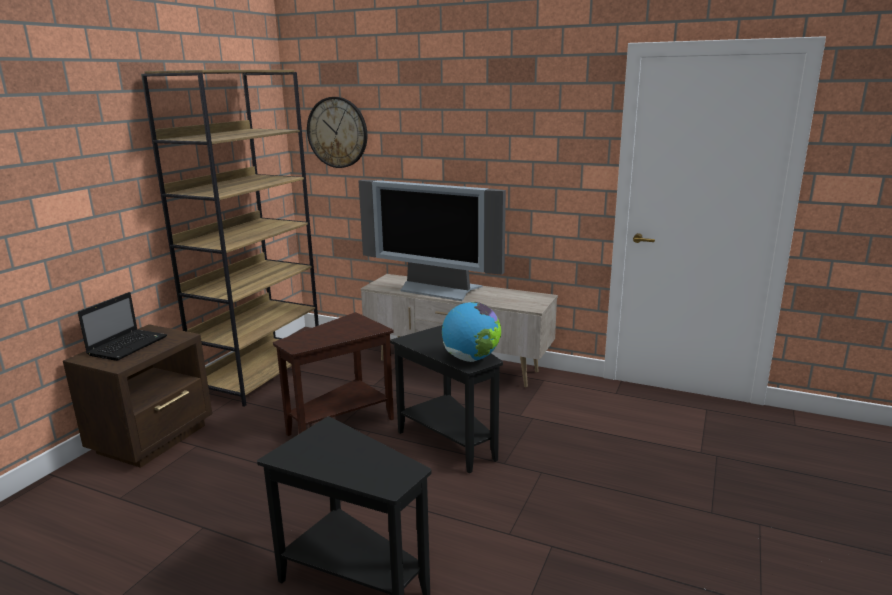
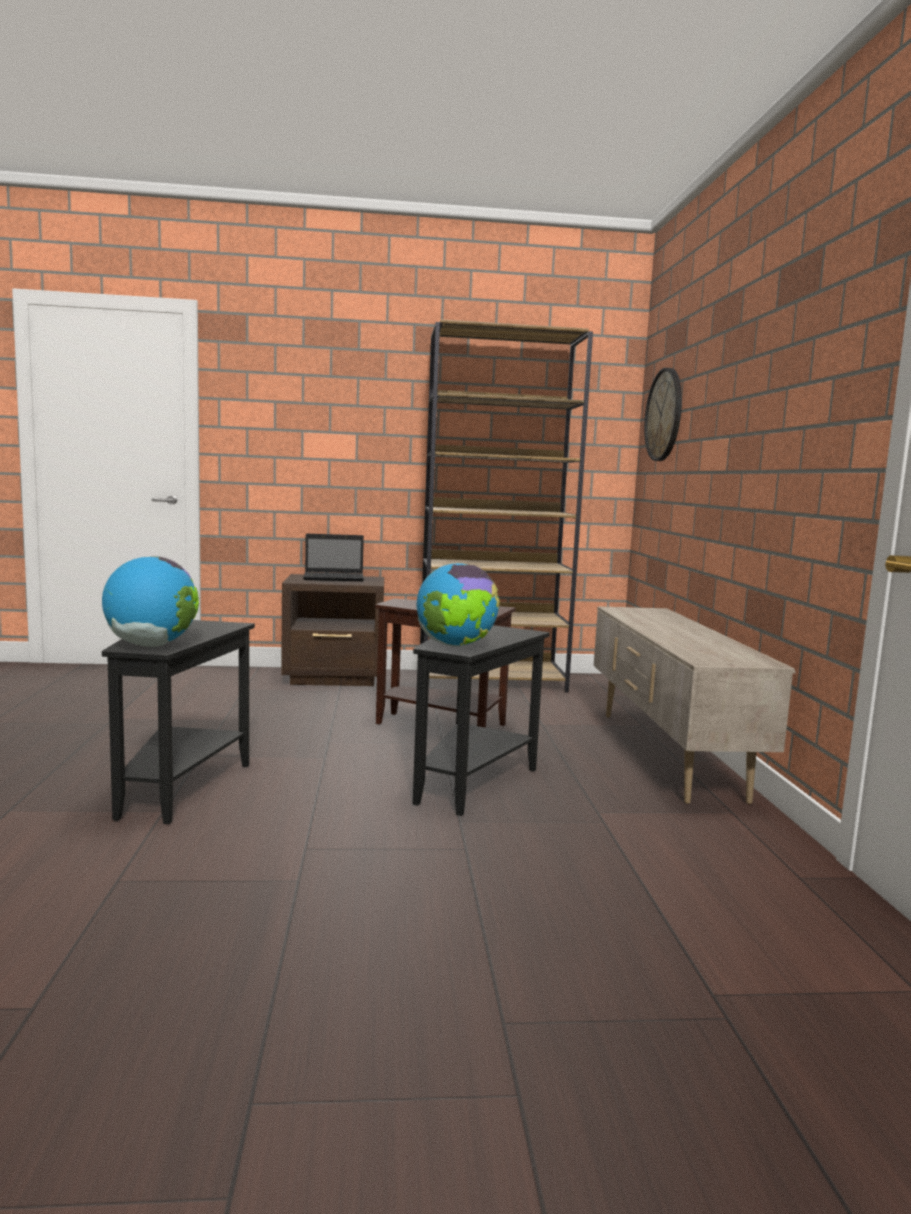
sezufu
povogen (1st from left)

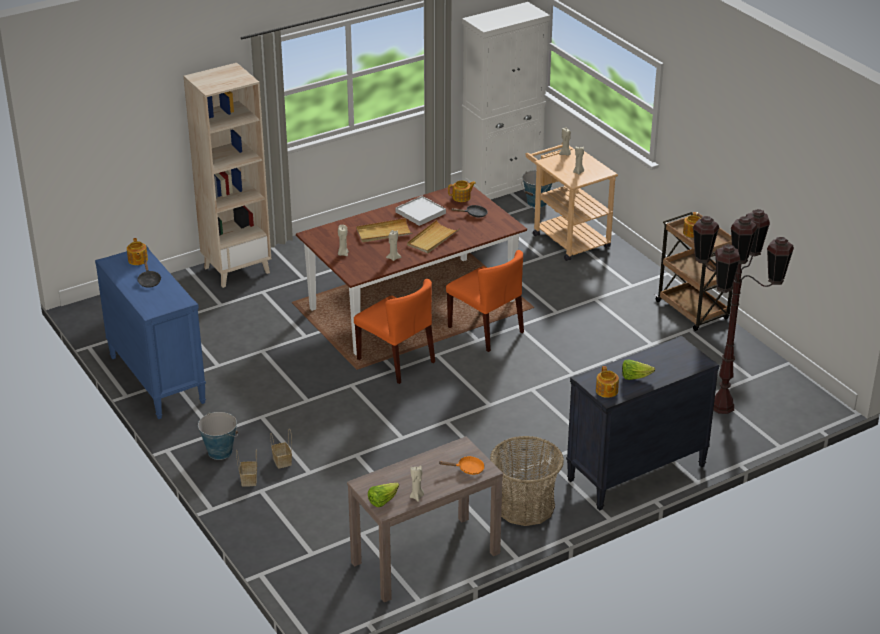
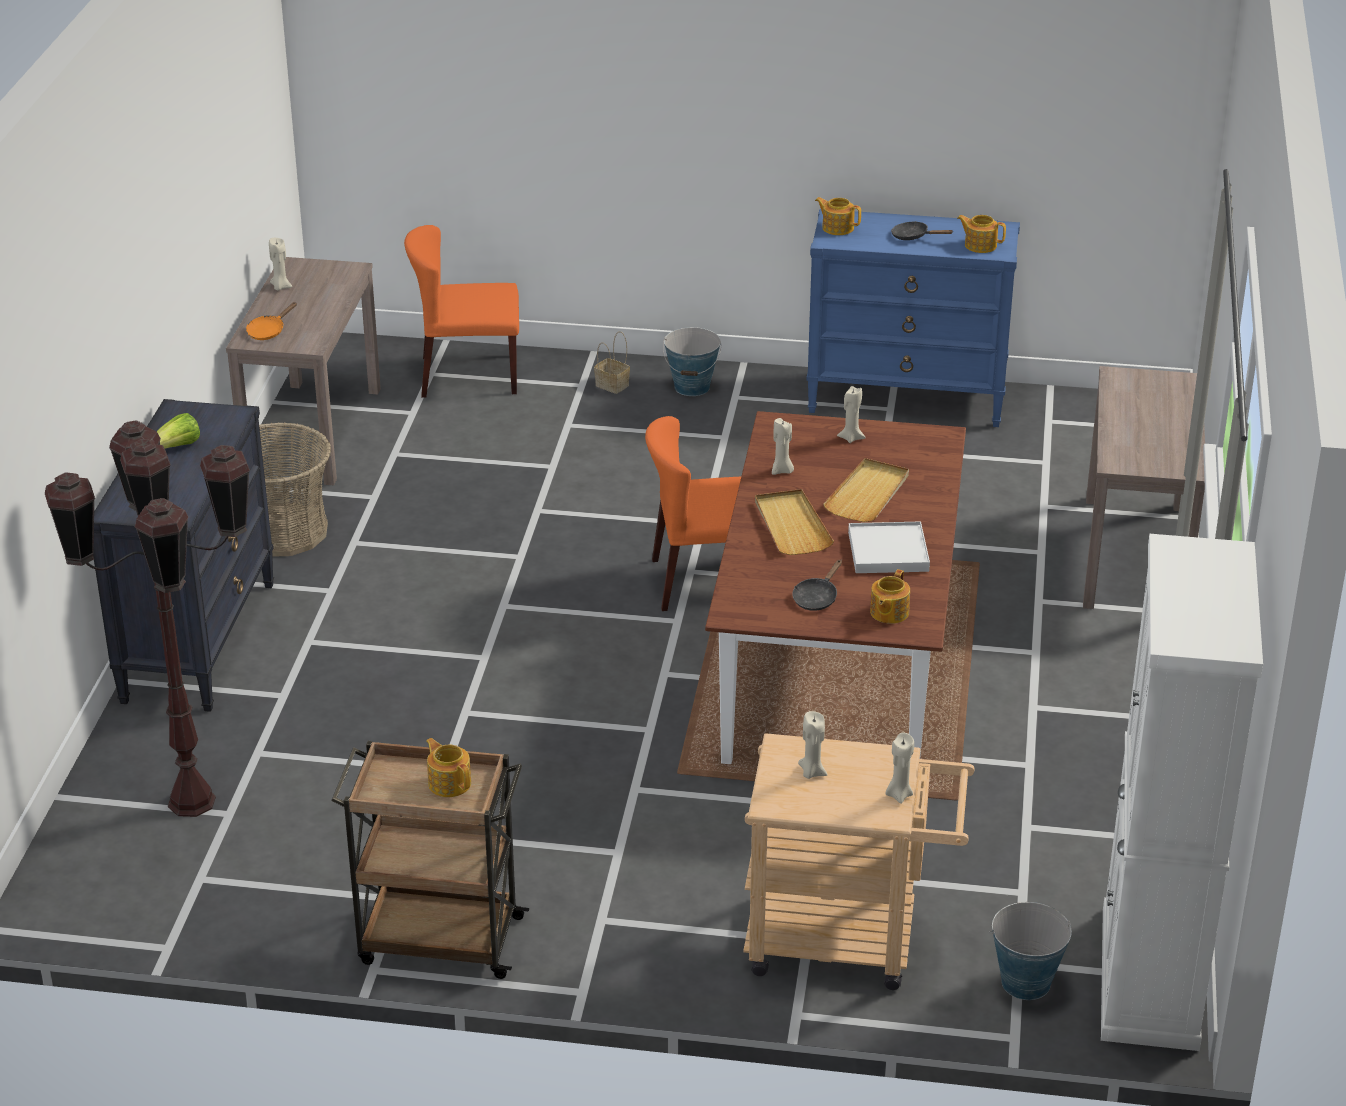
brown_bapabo (2nd from left)
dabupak (2nd from left in the first image)
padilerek (1st from left in the first image)
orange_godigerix (1st from left)
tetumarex (2nd from left)

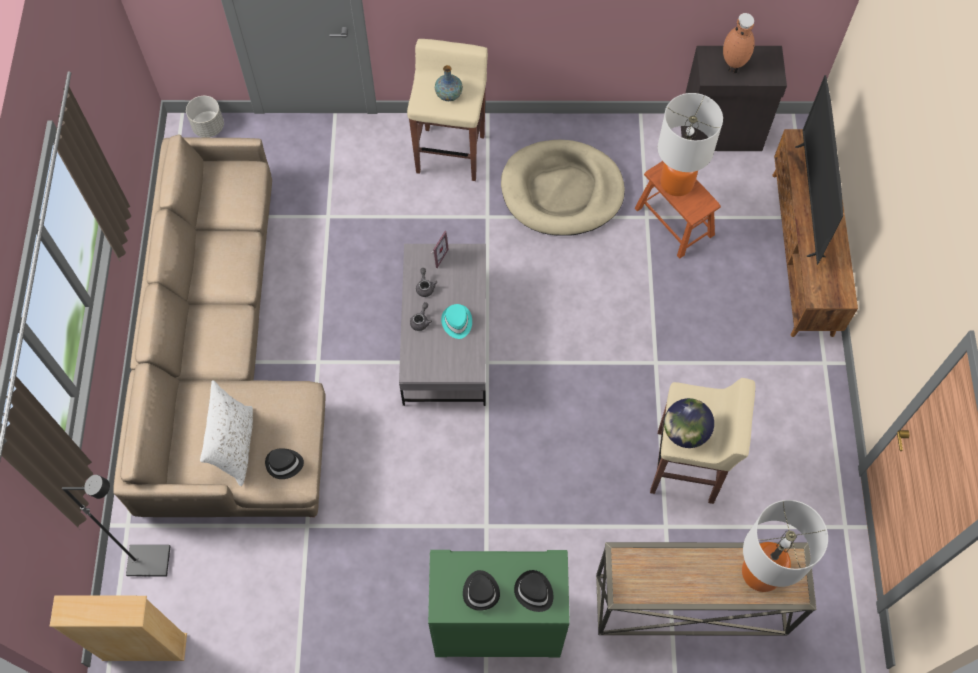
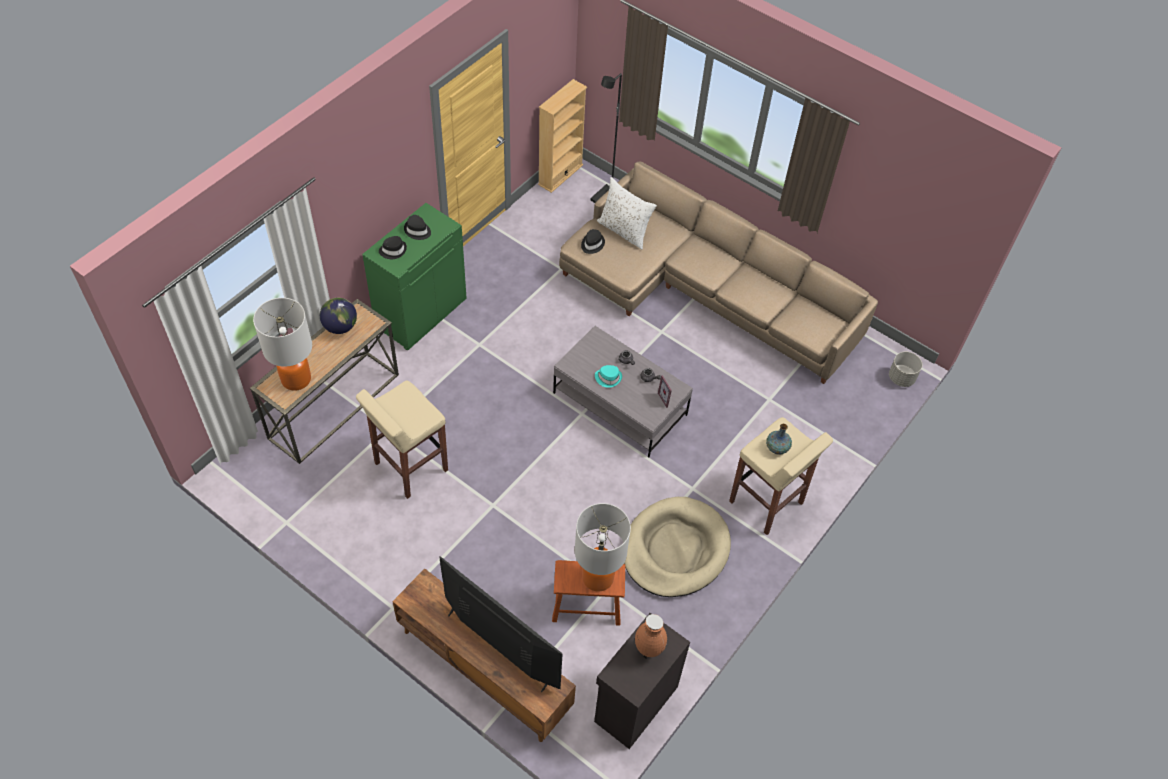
povogen

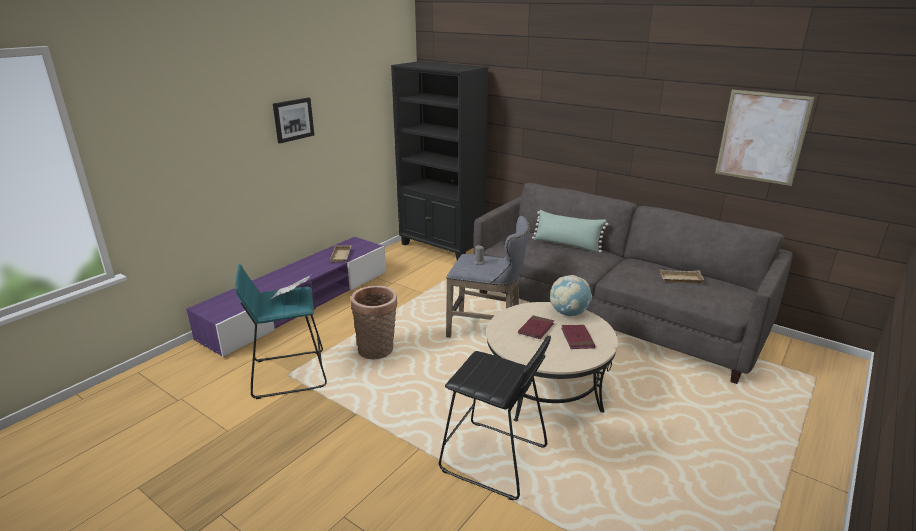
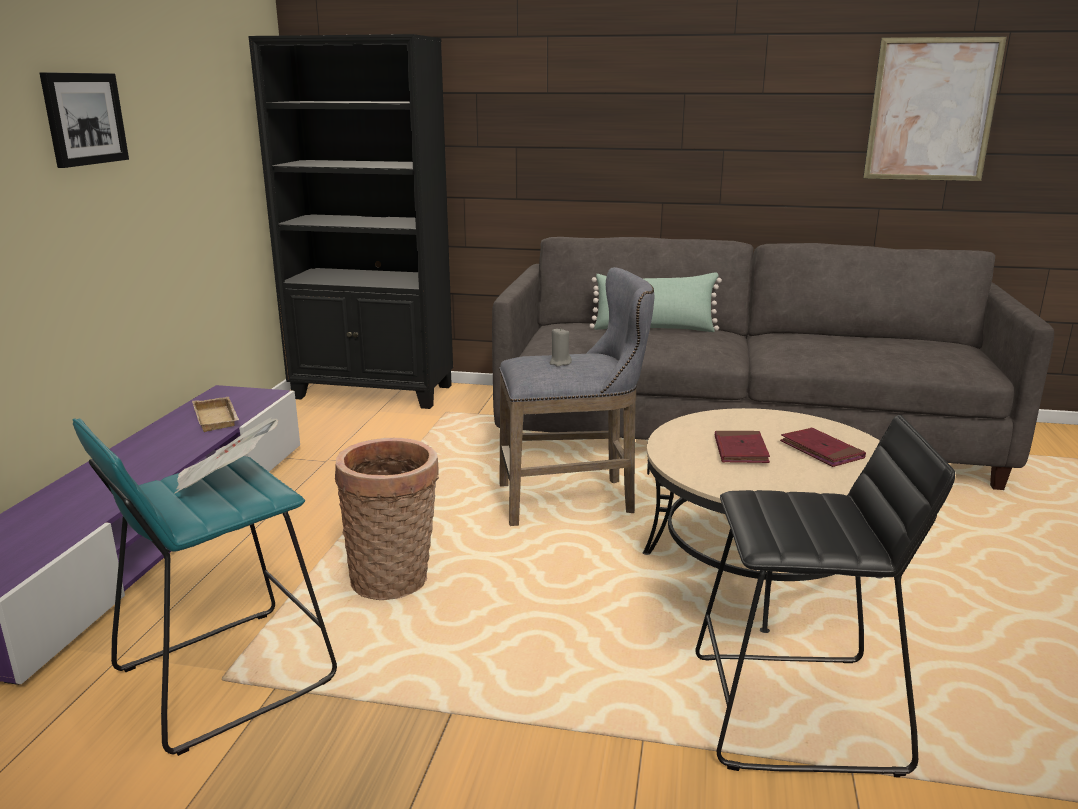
povogen
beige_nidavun (2nd from left in the first image)

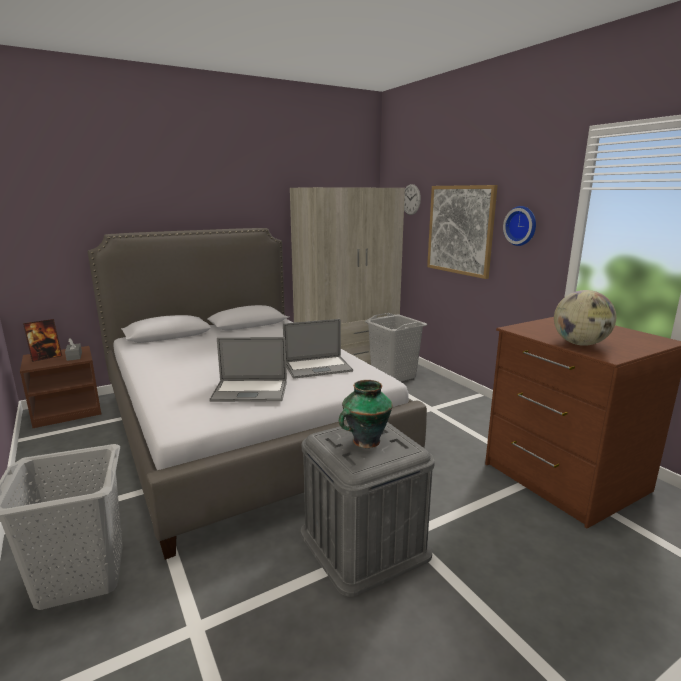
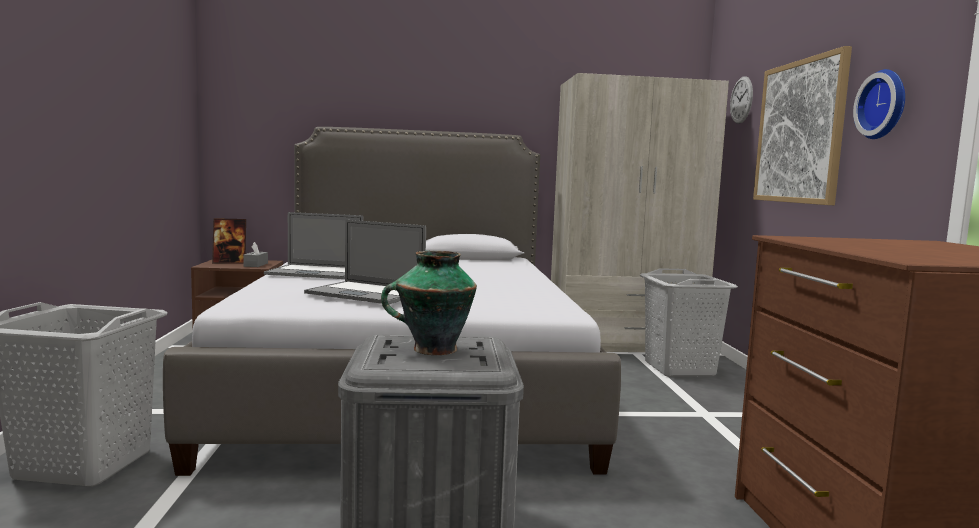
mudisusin (1st from left)
povogen

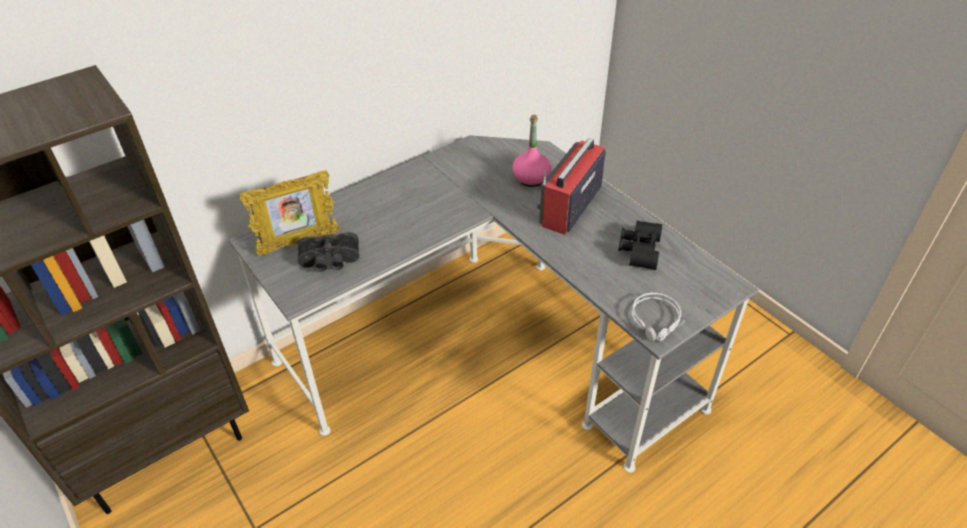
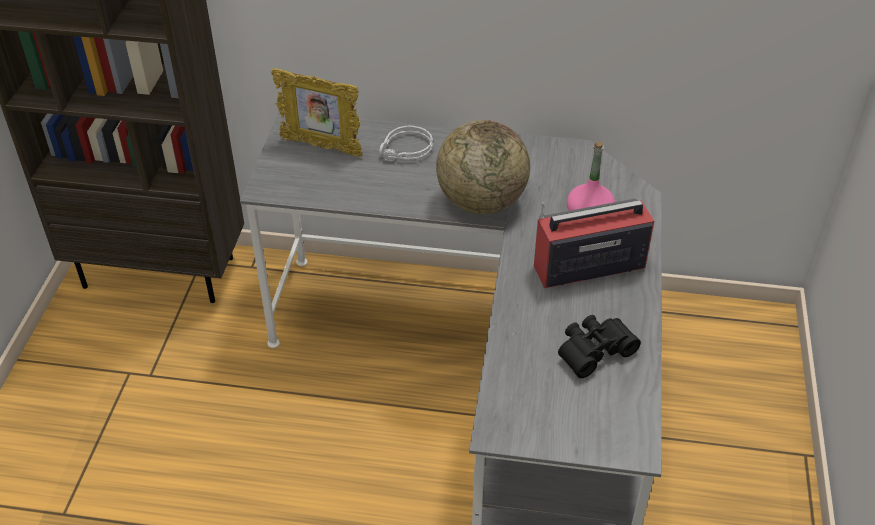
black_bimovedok (1st from left in the first image)
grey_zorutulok
povogen

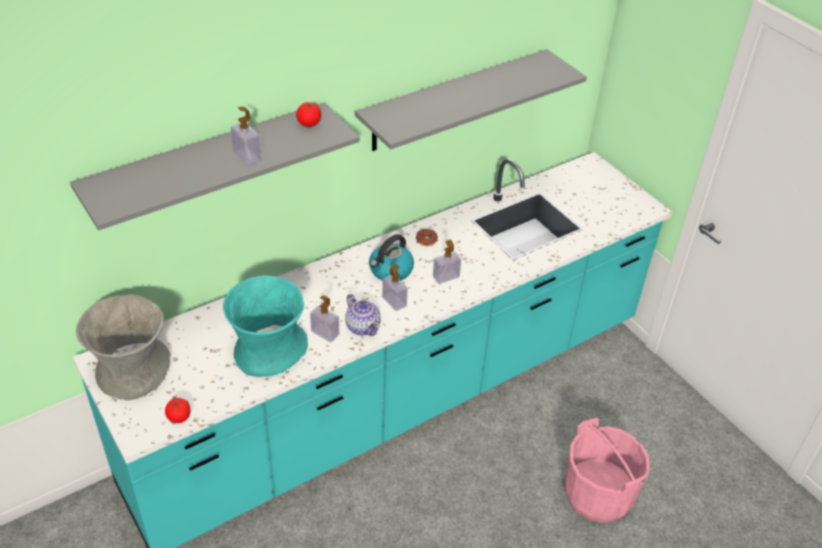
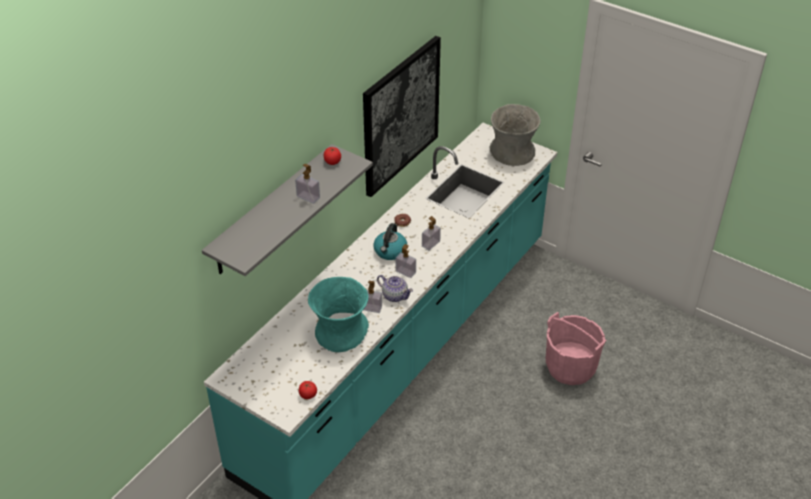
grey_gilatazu
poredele

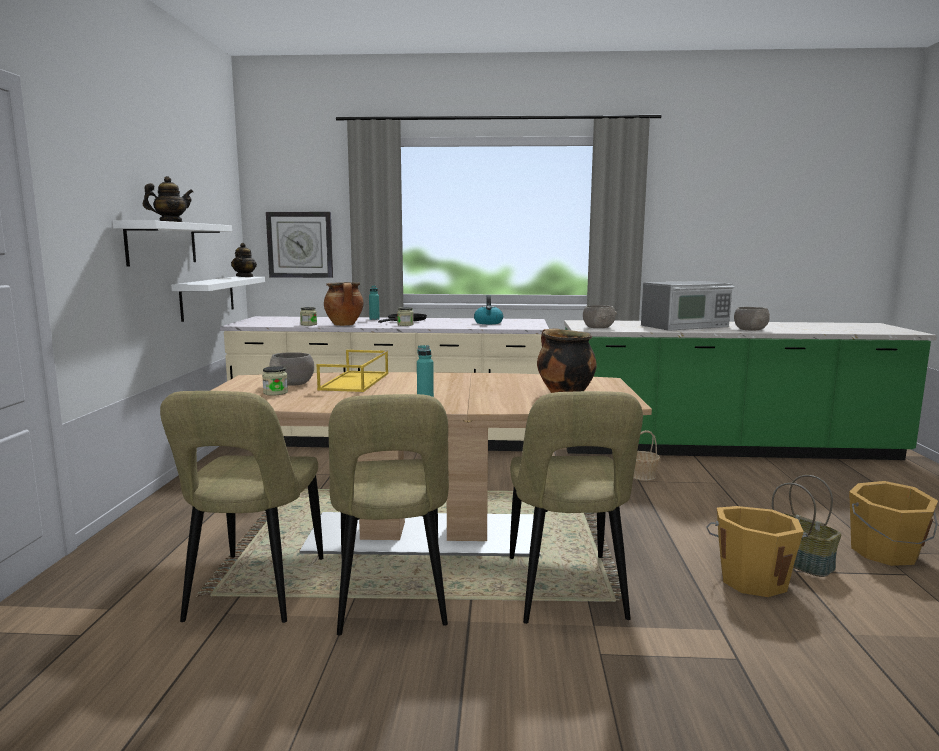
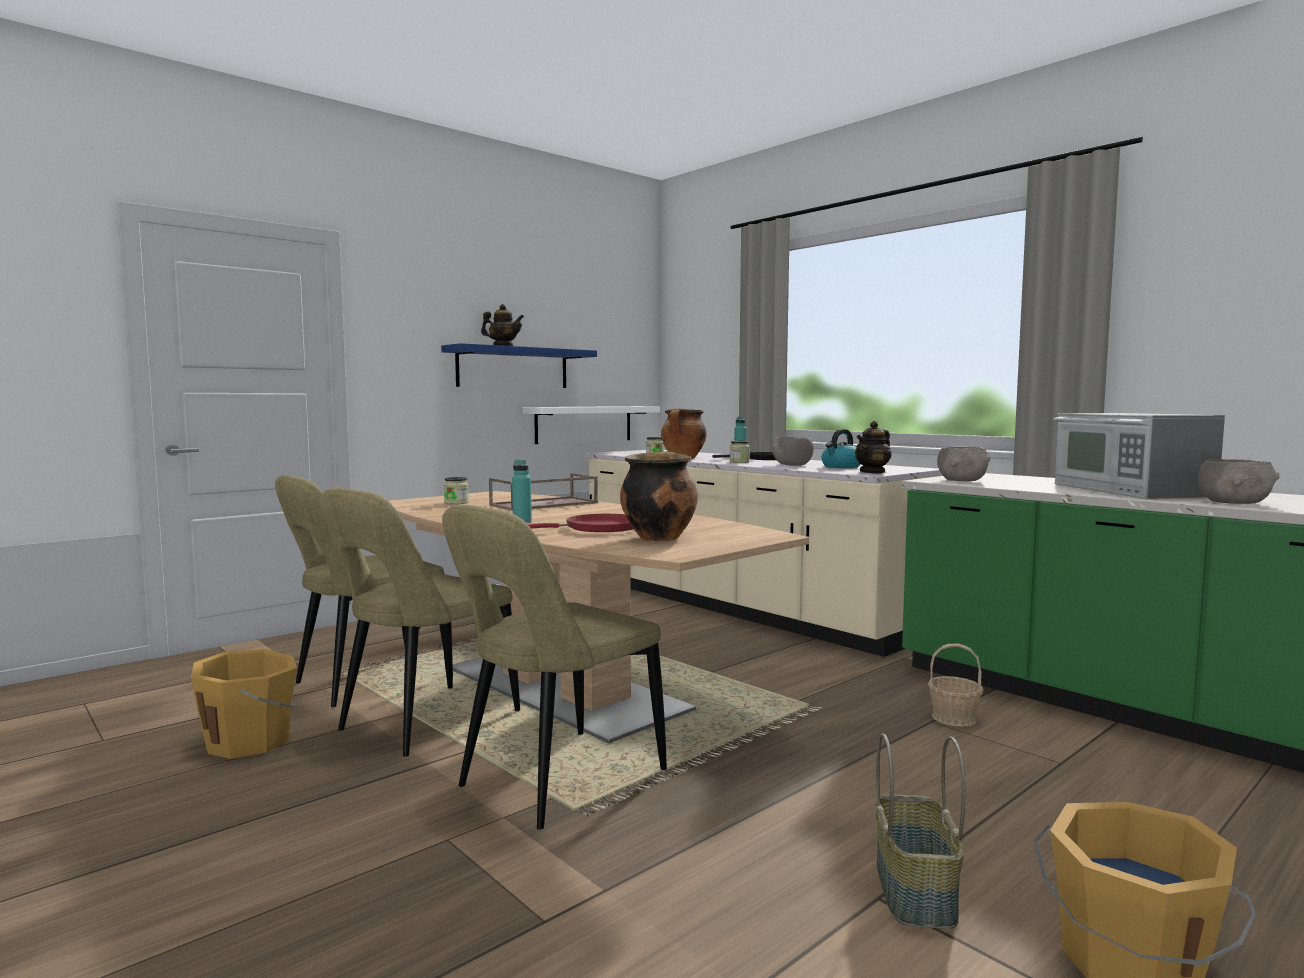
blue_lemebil
tetumarex (2nd from left)
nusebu
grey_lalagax (1st from left)
brown_nidavun
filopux
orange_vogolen (1st from left)
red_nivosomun

